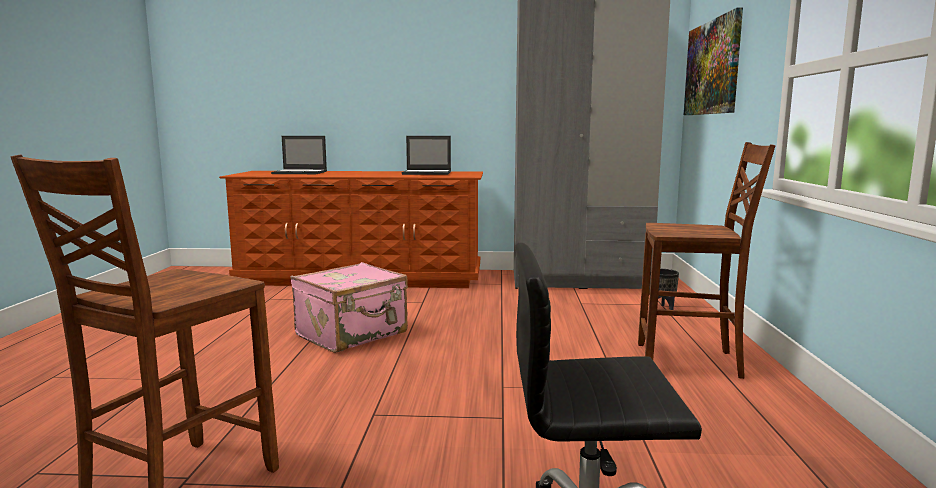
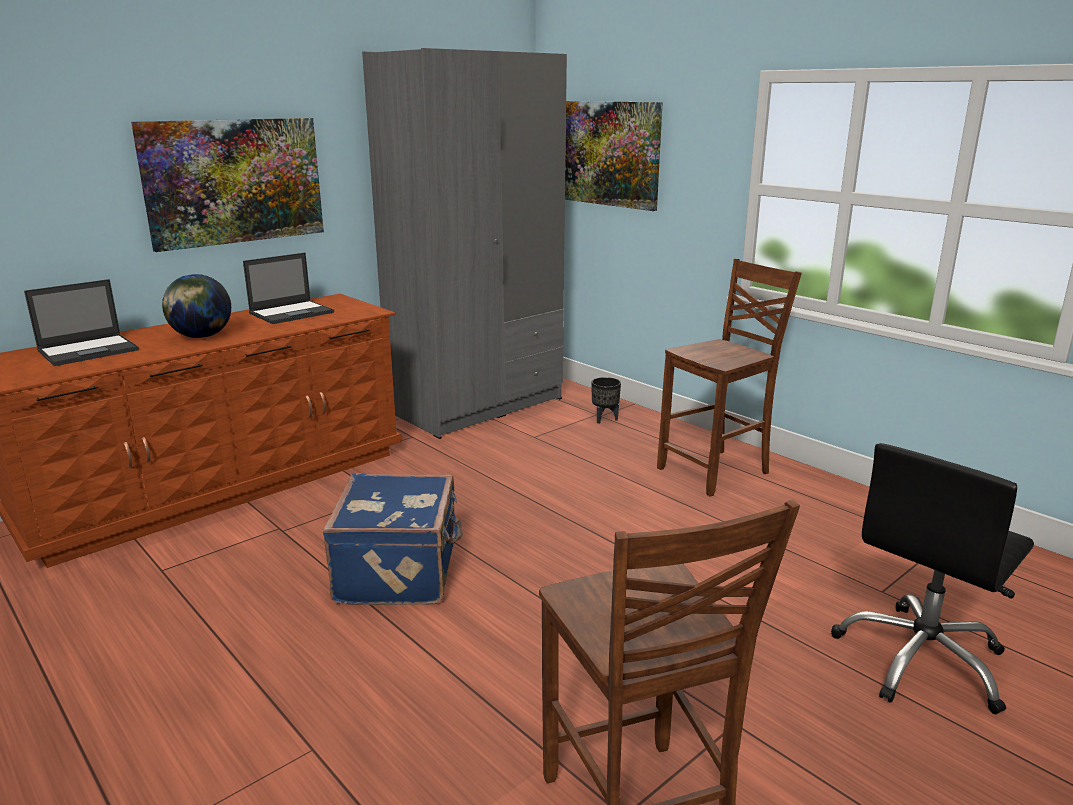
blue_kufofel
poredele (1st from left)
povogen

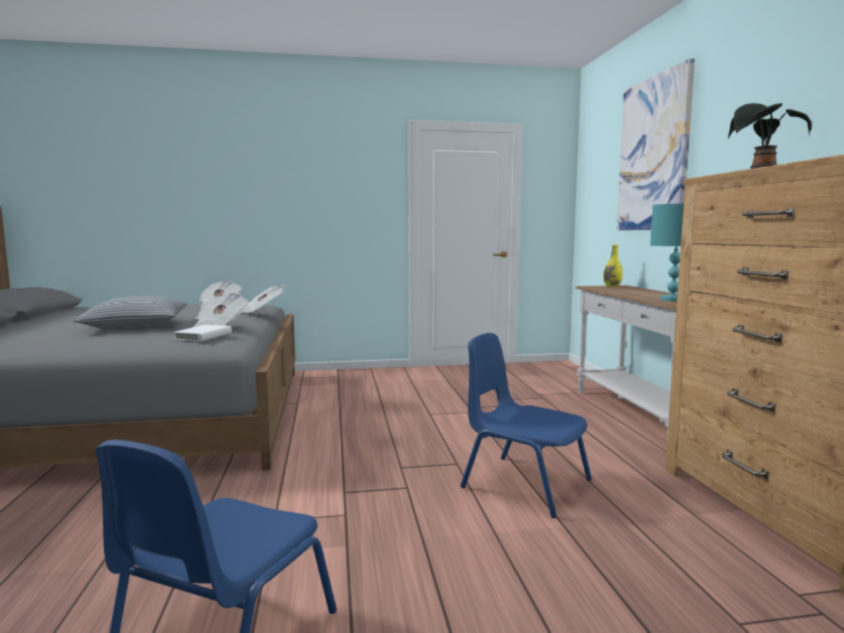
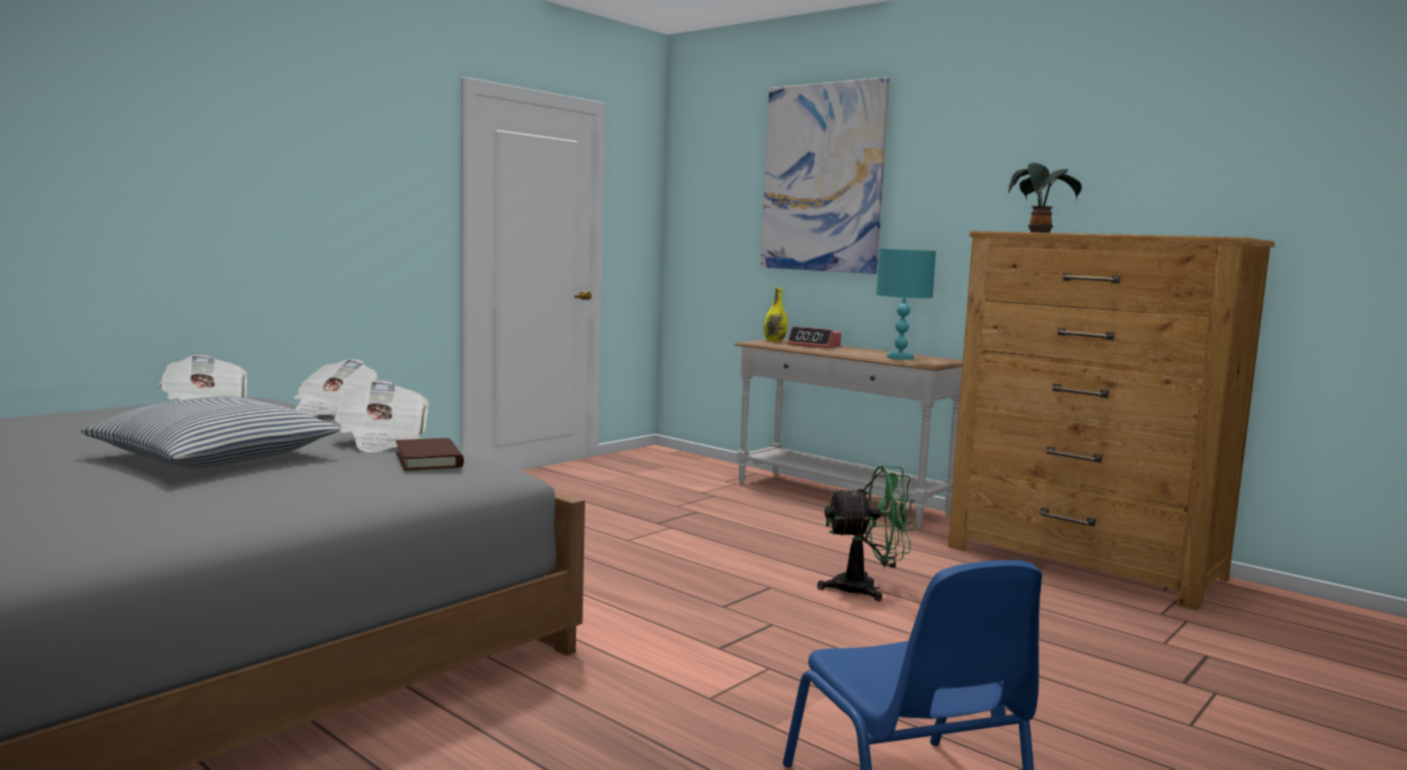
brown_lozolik
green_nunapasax
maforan

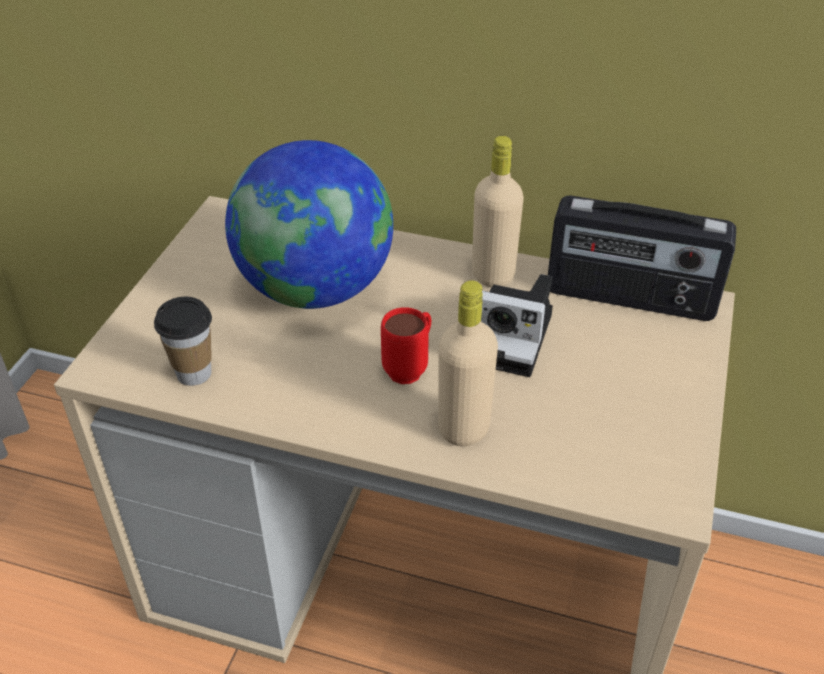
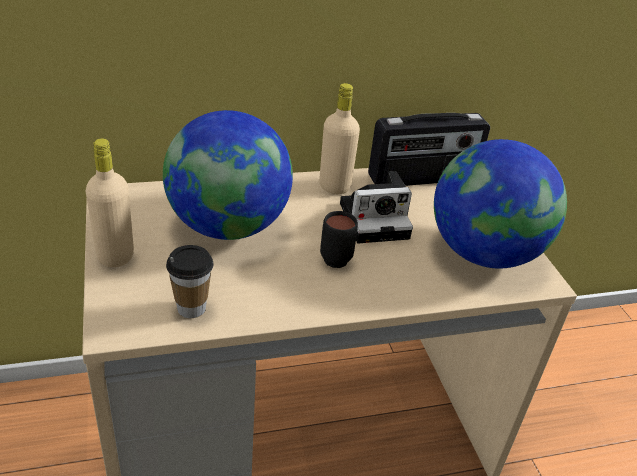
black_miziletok
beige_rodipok (1st from left)
povogen (2nd from left)

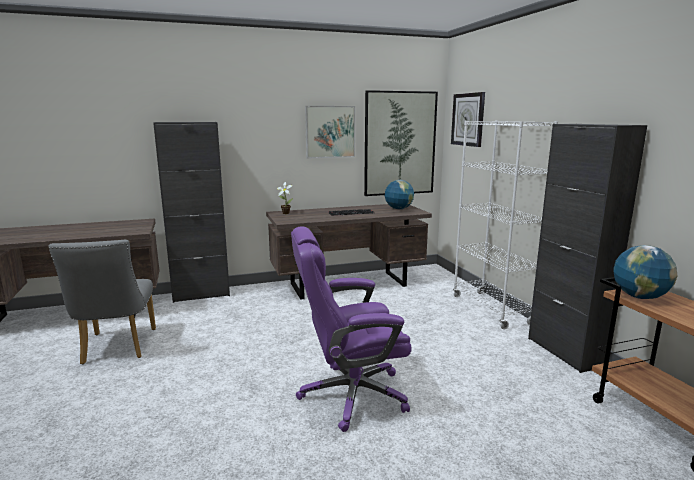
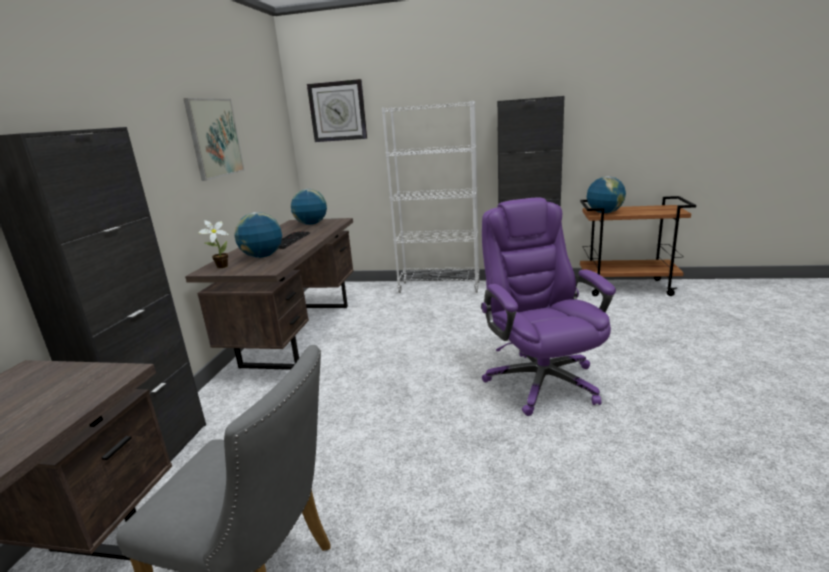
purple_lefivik
poredele (2nd from left in the first image)
povogen (1st from left)

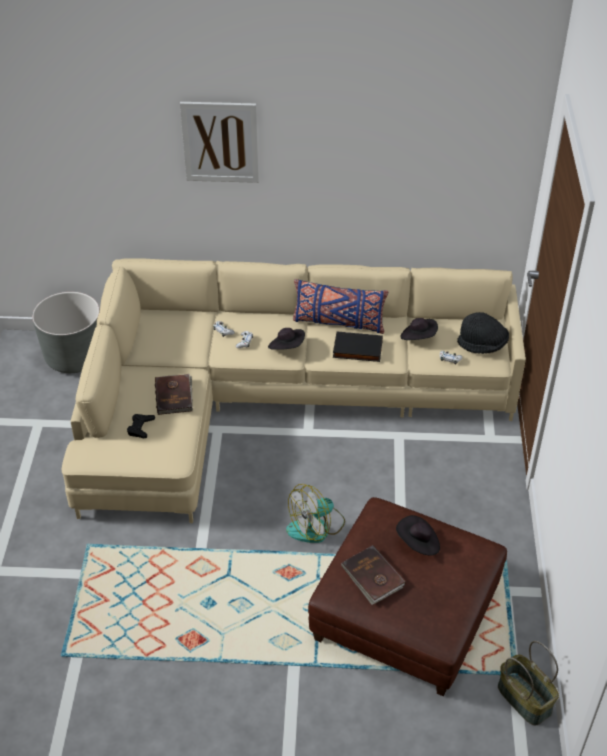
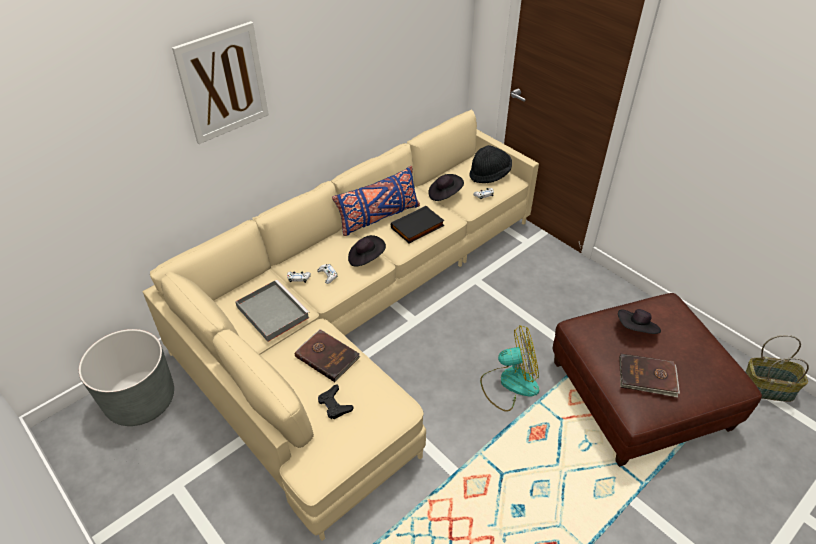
nunapasax
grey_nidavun

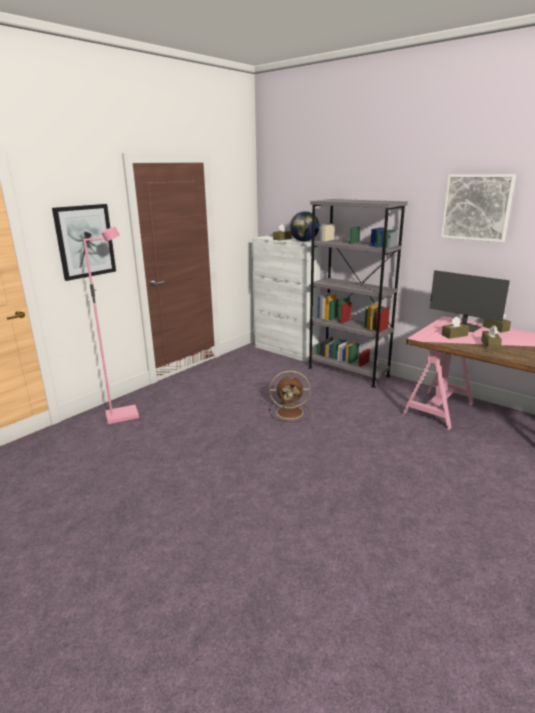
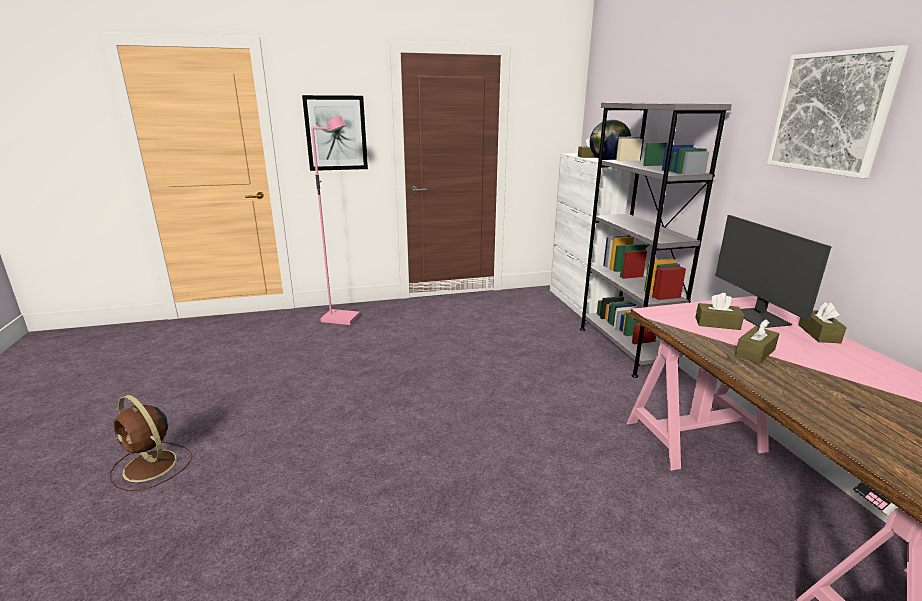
brown_nunapasax

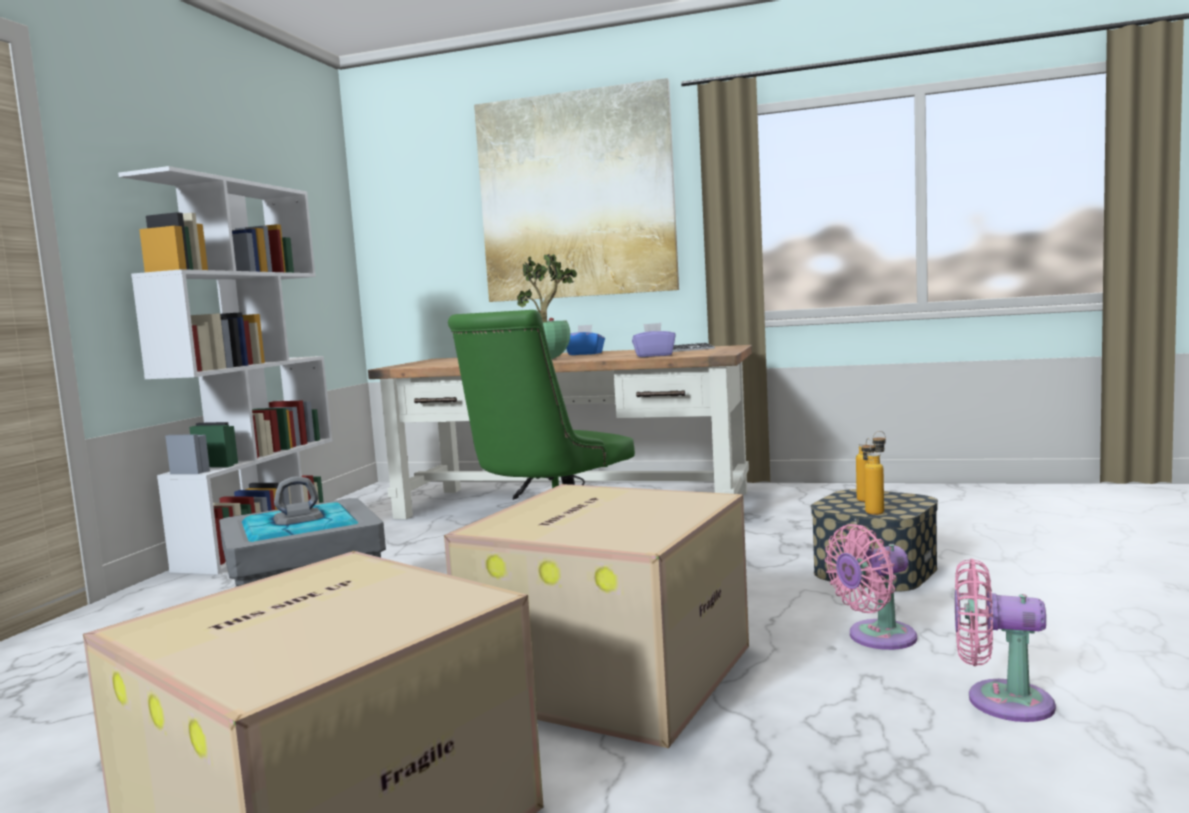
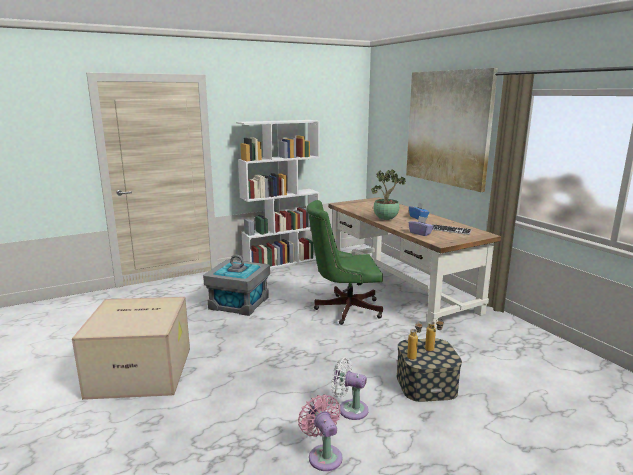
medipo (2nd from left in the first image)
white_nunapasax

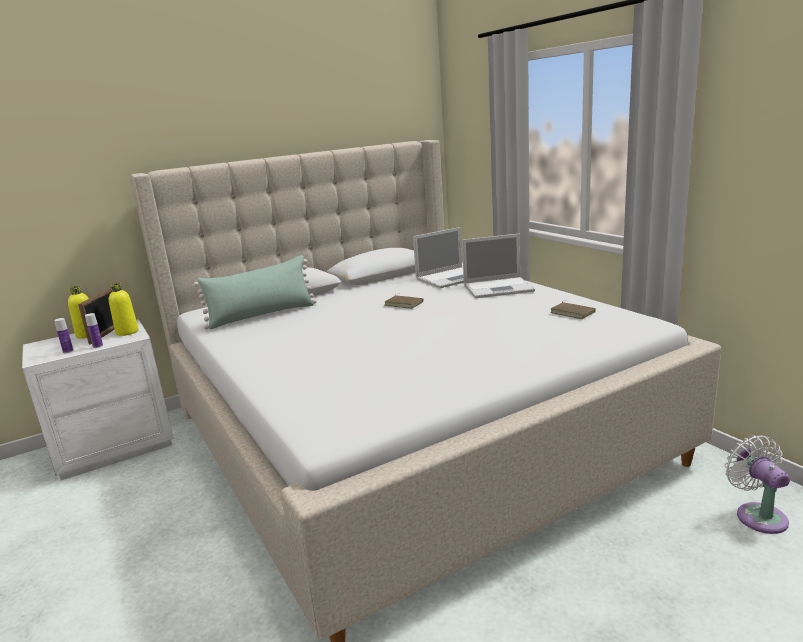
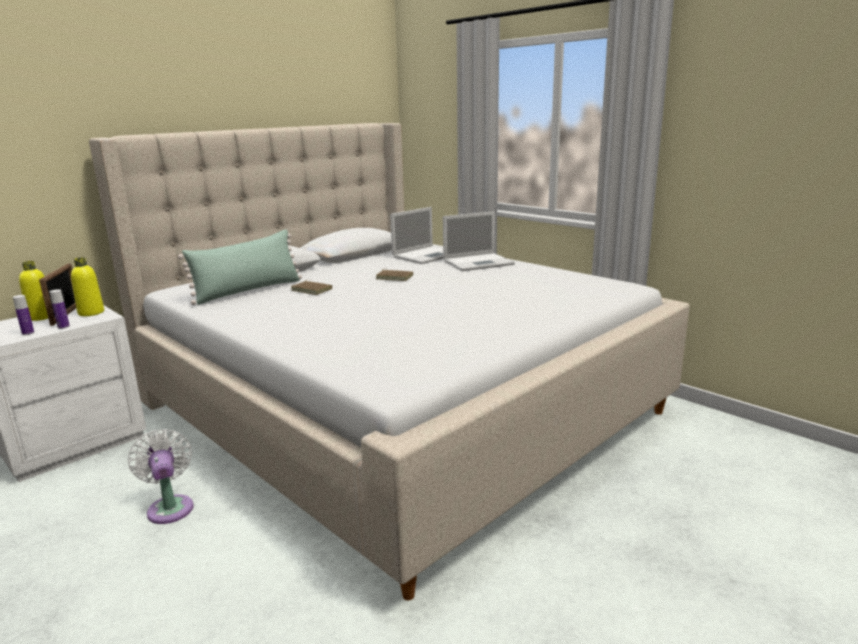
brown_lozolik (1st from left)
white_nunapasax

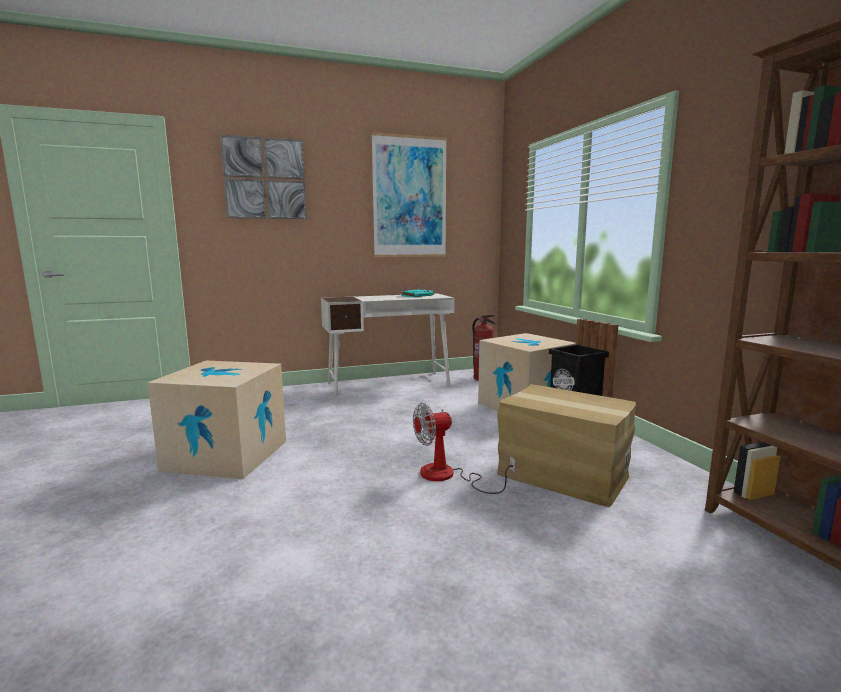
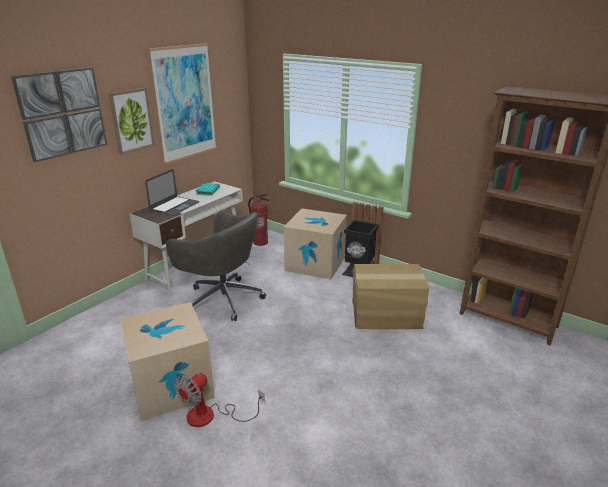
nunapasax
poredele (2nd from left)
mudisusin
grey_lefivik

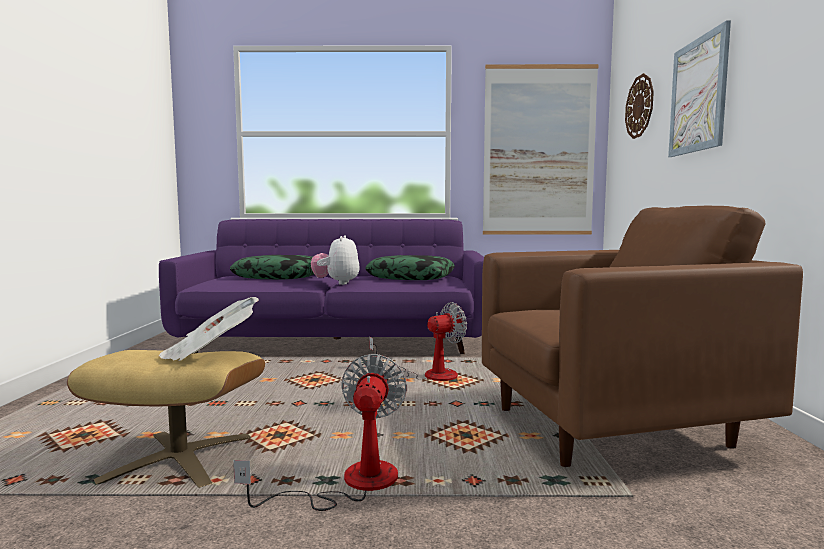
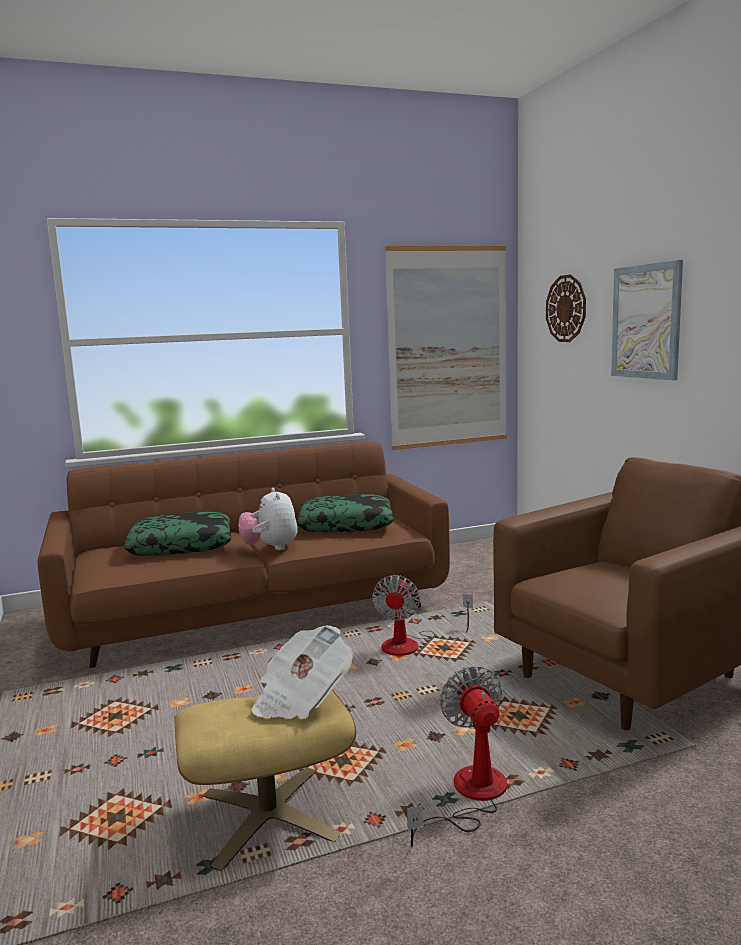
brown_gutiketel
nunapasax (1st from left)

